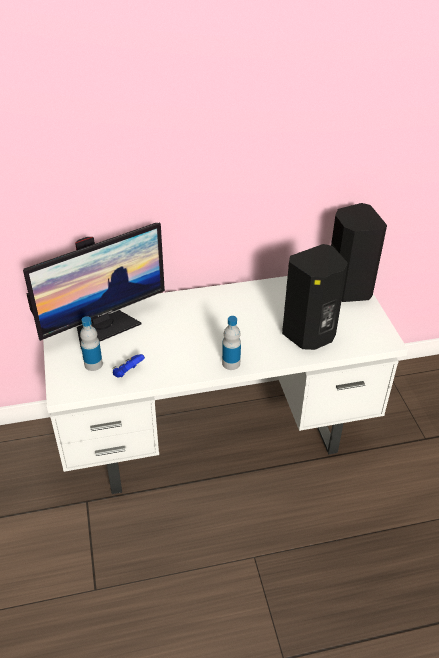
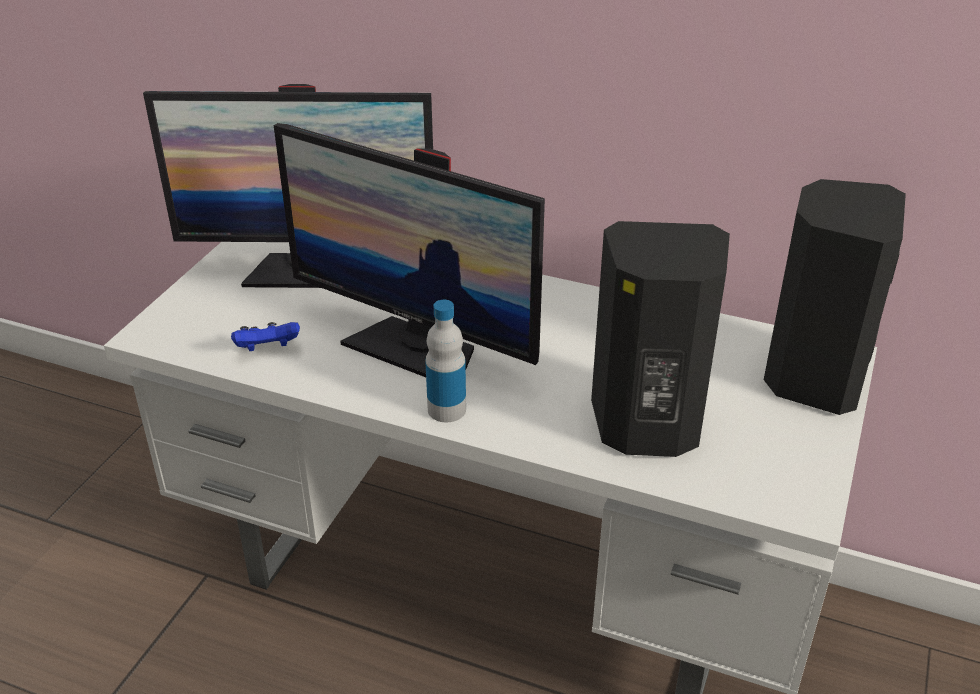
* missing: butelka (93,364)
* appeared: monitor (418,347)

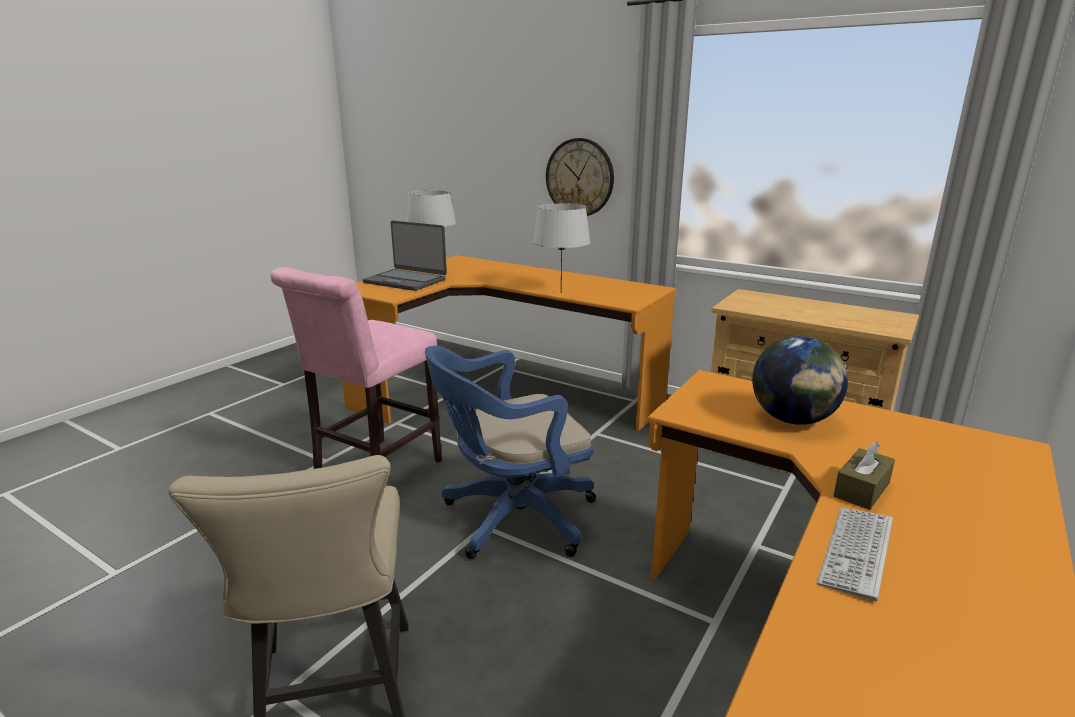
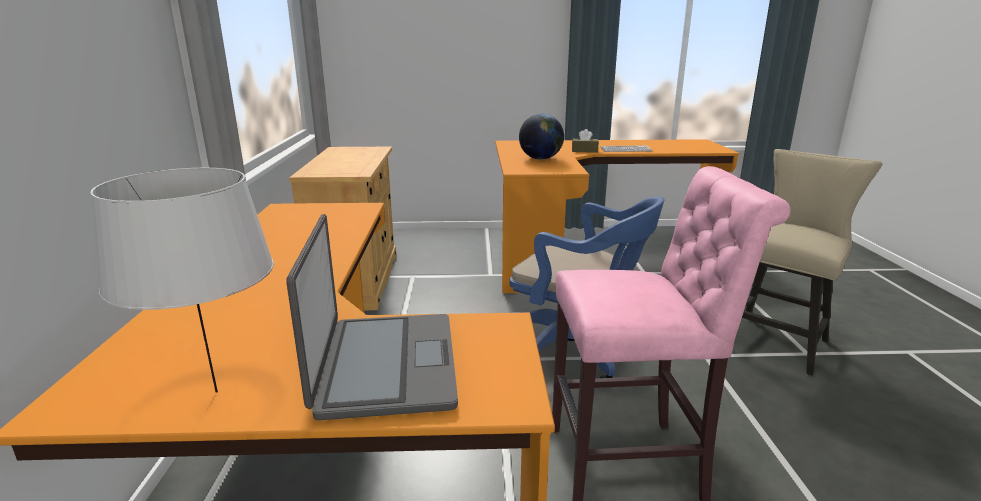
* missing: zegar ścienny (580,178)
* missing: lampa stołowa [szary] (561,292)

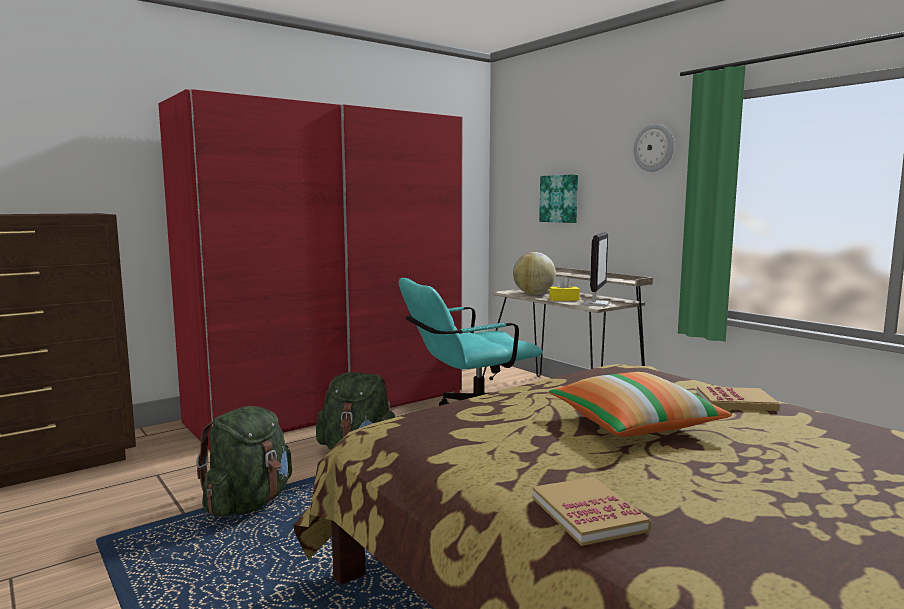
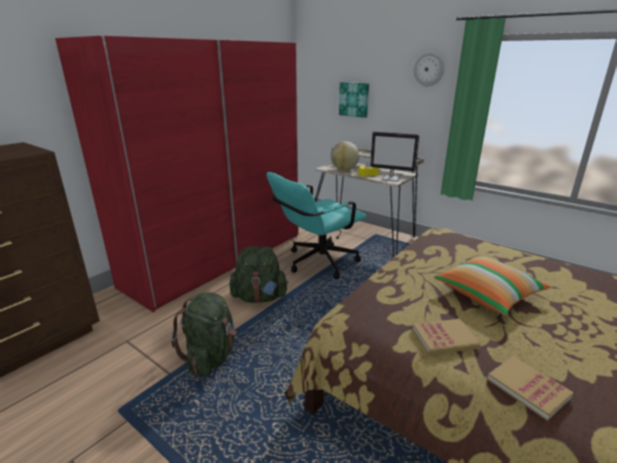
* spun: monitor (595,304) = (391,179) 105 degrees clockwise
* relocated: książka (735,402) to (444,338)

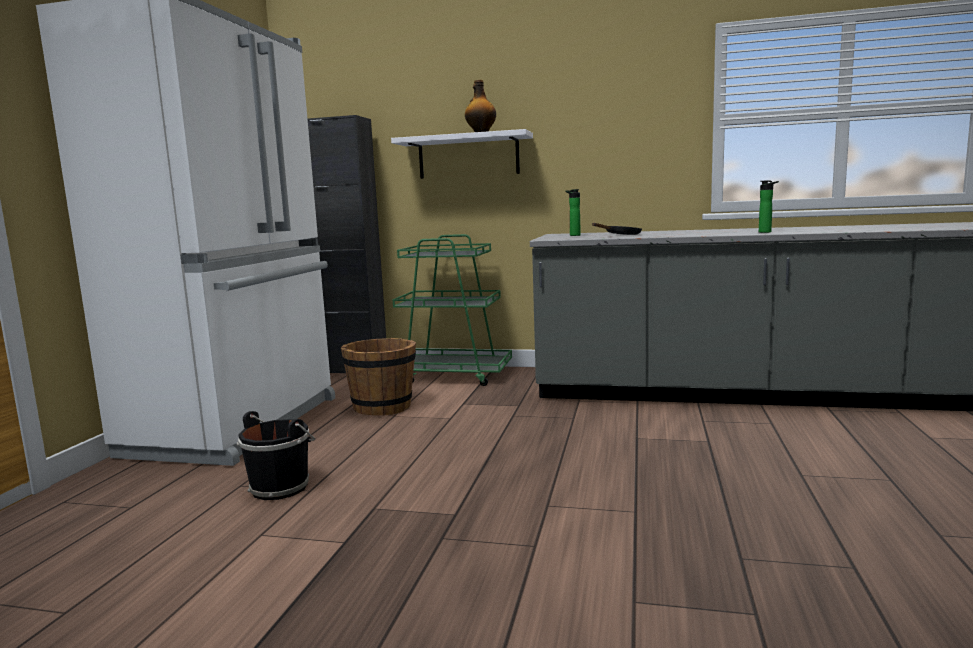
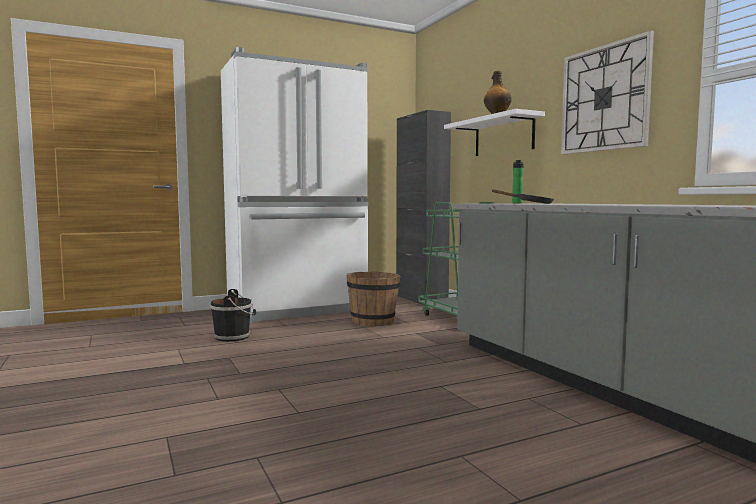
* missing: butelka (767,232)
* appeared: zegar ścienny (604,98)

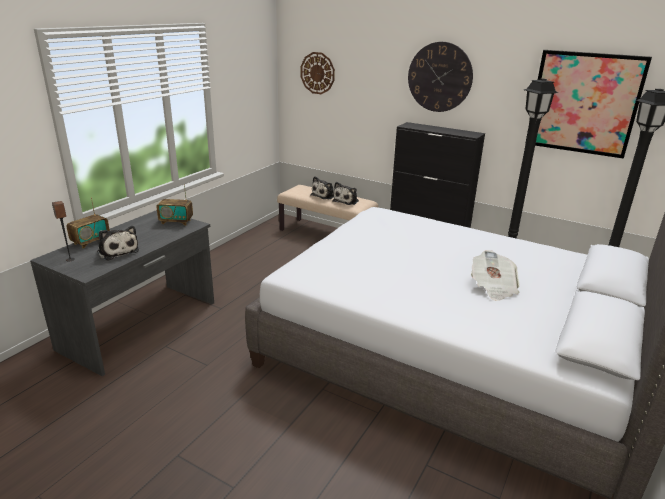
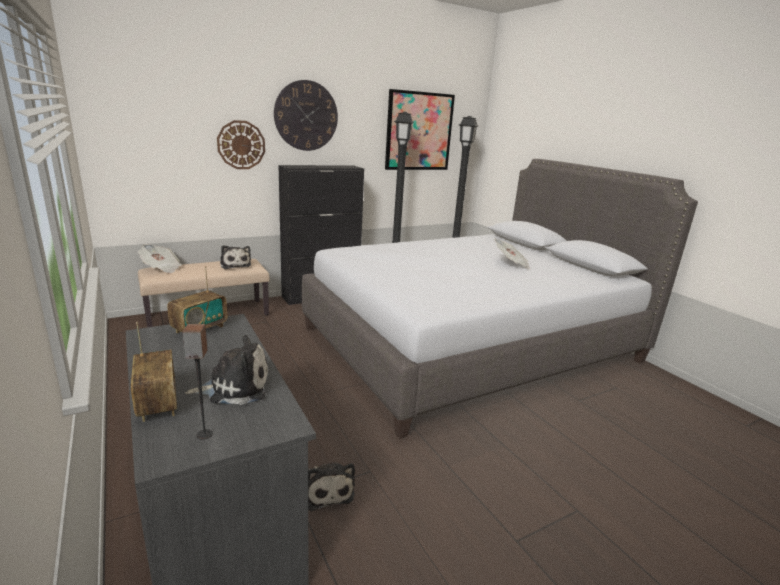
* relocated: zegar ścienny (317,73) to (241,145)
* relocated: pluszak (324,195) to (327,490)
* appeared: gazeta (161,268)

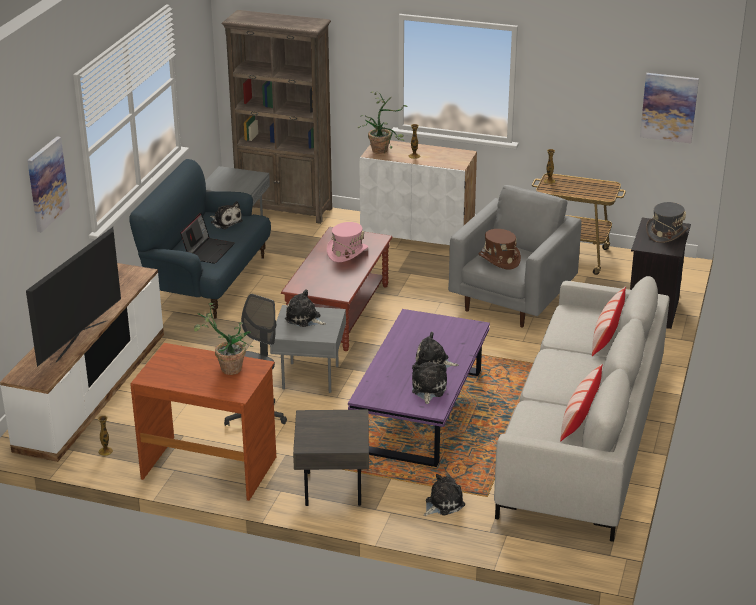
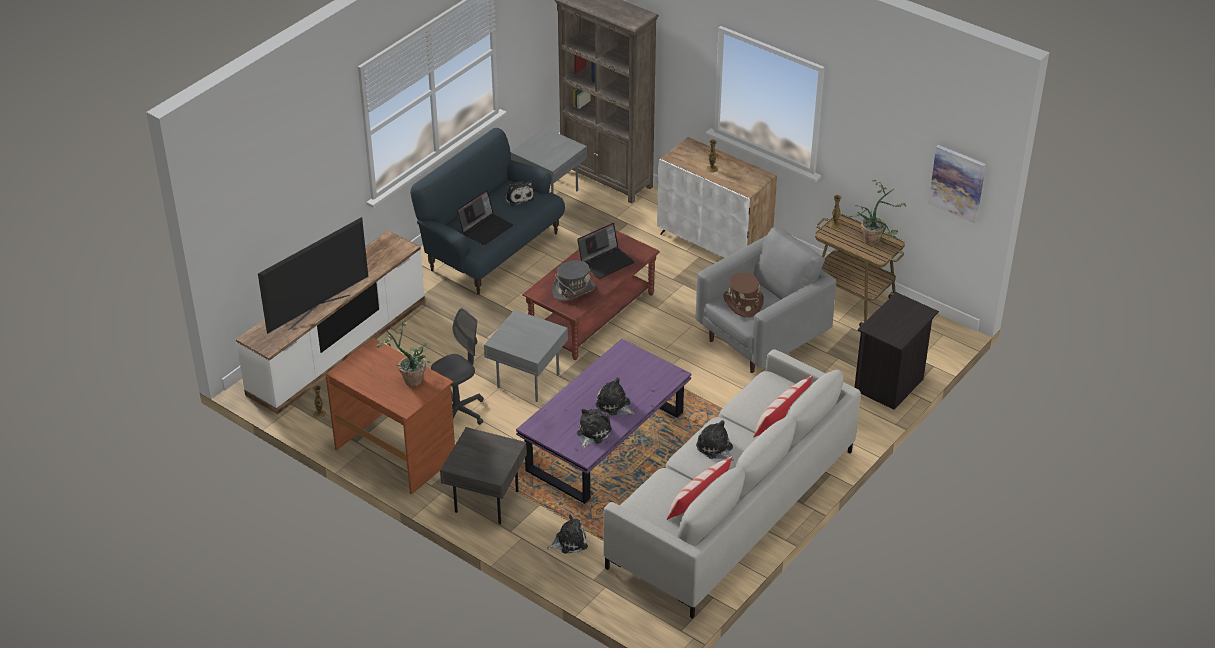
* relocated: roślina doniczkowa (383,149) to (876,239)
* missing: obraz (47,184)
* relocated: kapelusz [szary] (666,233) to (573,289)
* exchanged: kapelusz [różowy] (347,252) to laptop (606,261)
* relocated: pluszak (304,319) to (715,448)

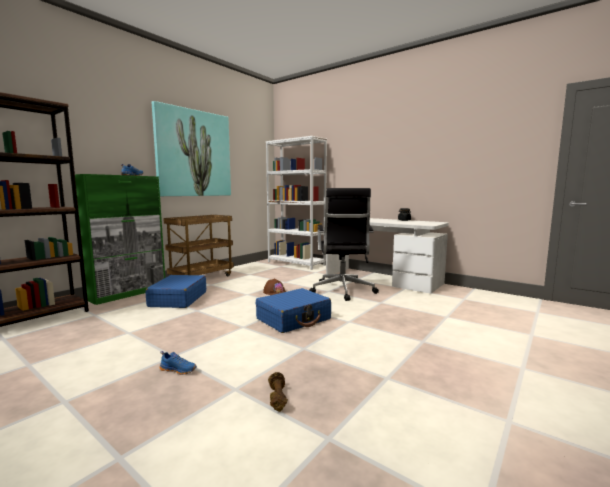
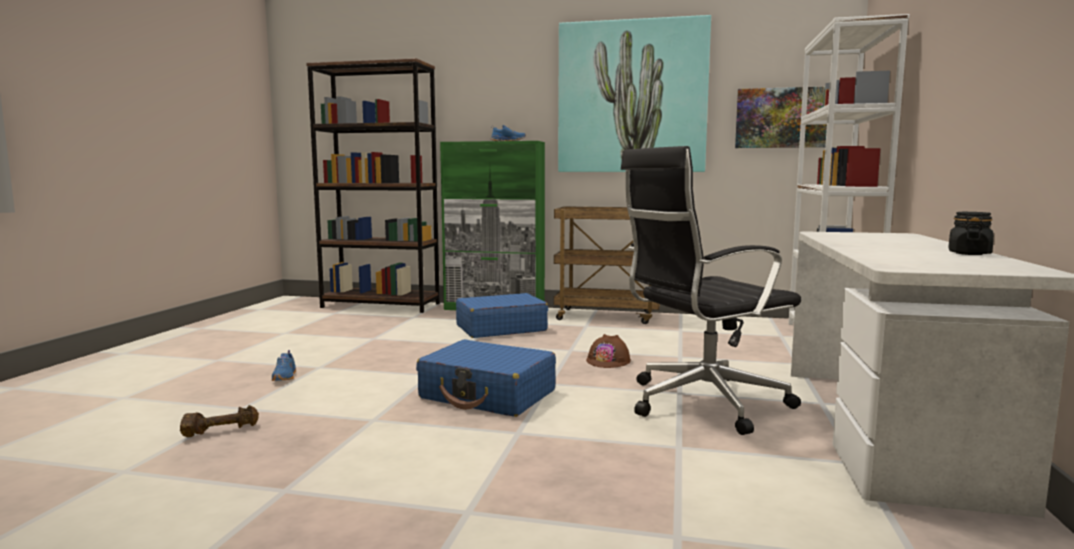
* appeared: obraz (781,118)

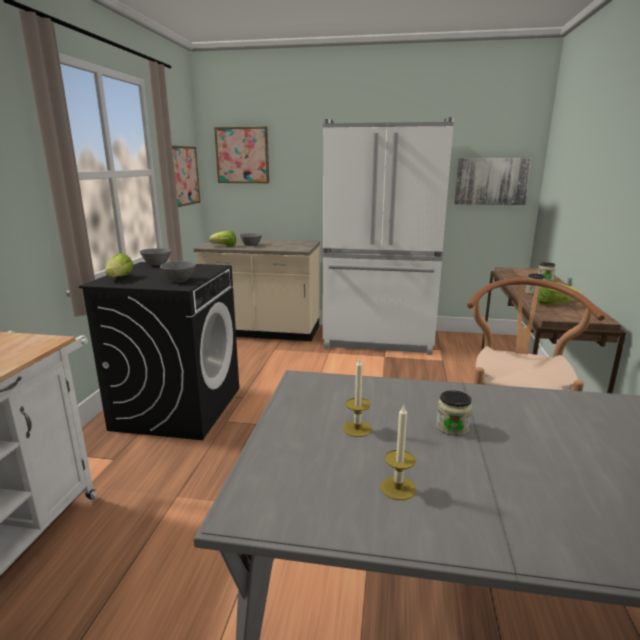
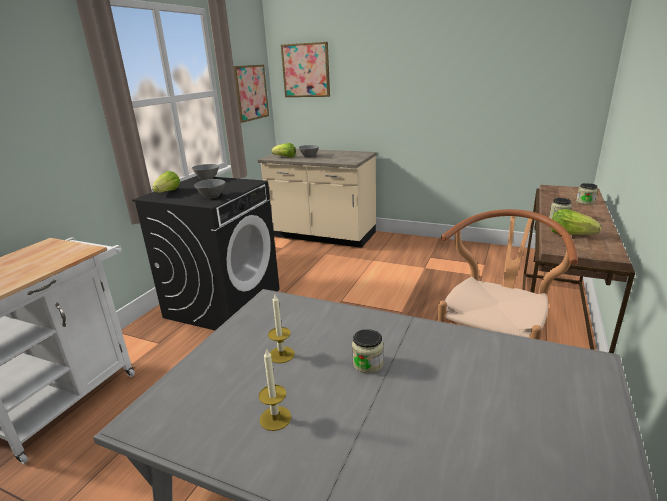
* missing: lodówka [biały] (379,340)
* missing: obraz (491,181)

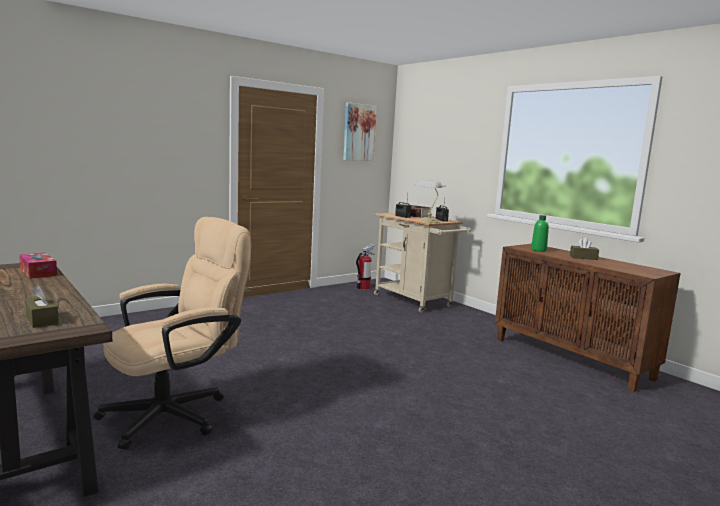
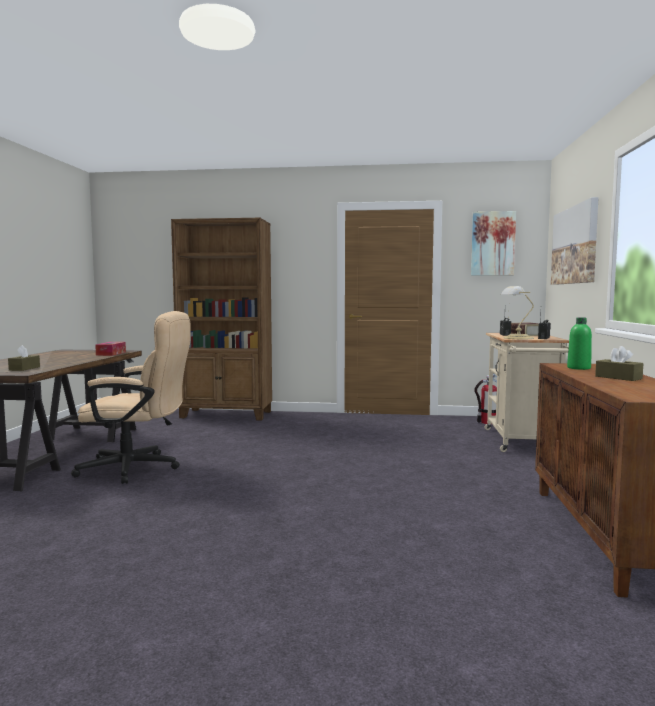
* appeared: obraz (575,245)
* appeared: regał [brązowy] (226,415)

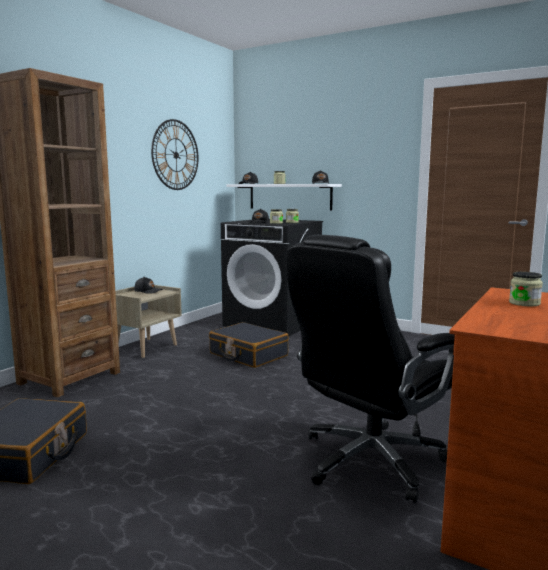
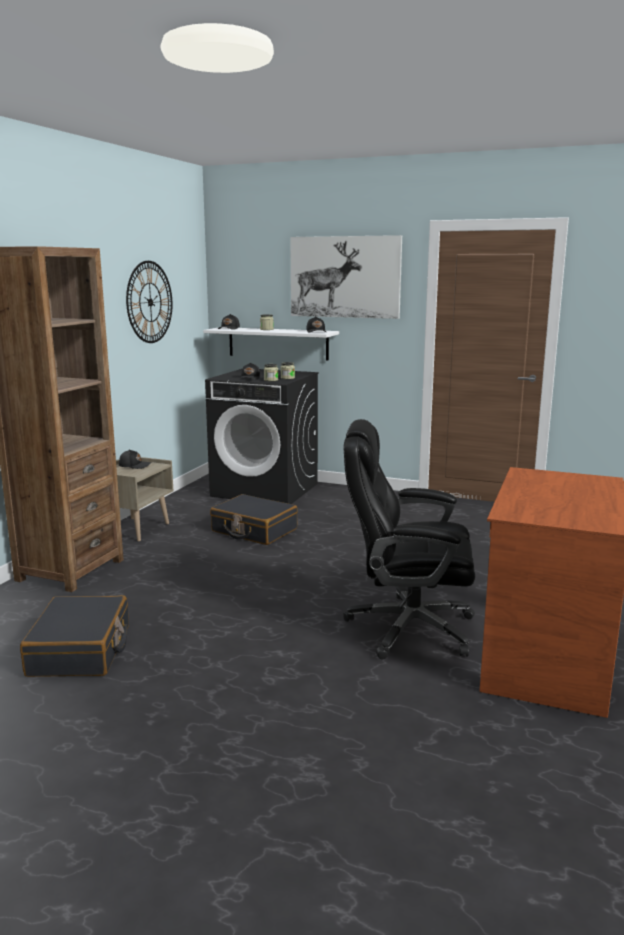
* spun: krzesło biurowe [czarny] (369,461) = (407,628) 60 degrees clockwise
* missing: słoik (524,303)
* appeared: obraz (345,277)

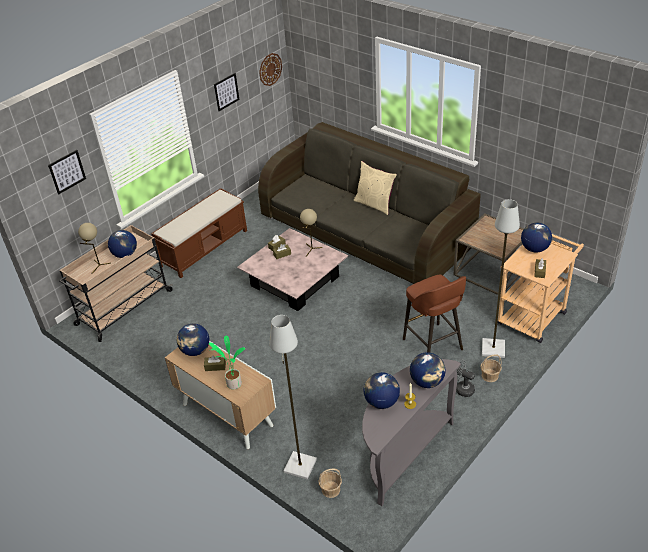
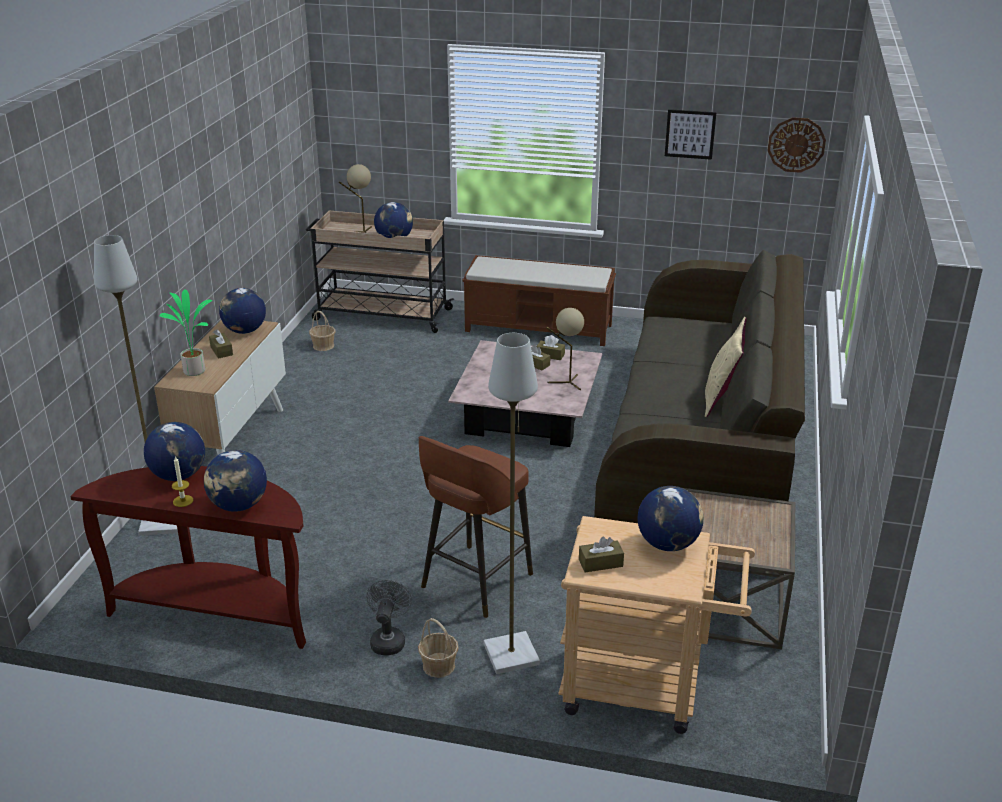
* missing: obraz (67,171)
* colour: stolik konsolowy [szary] (404,454) to stolik konsolowy [brązowy] (217,612)
* relocated: koszyk (330,489) to (323,346)

